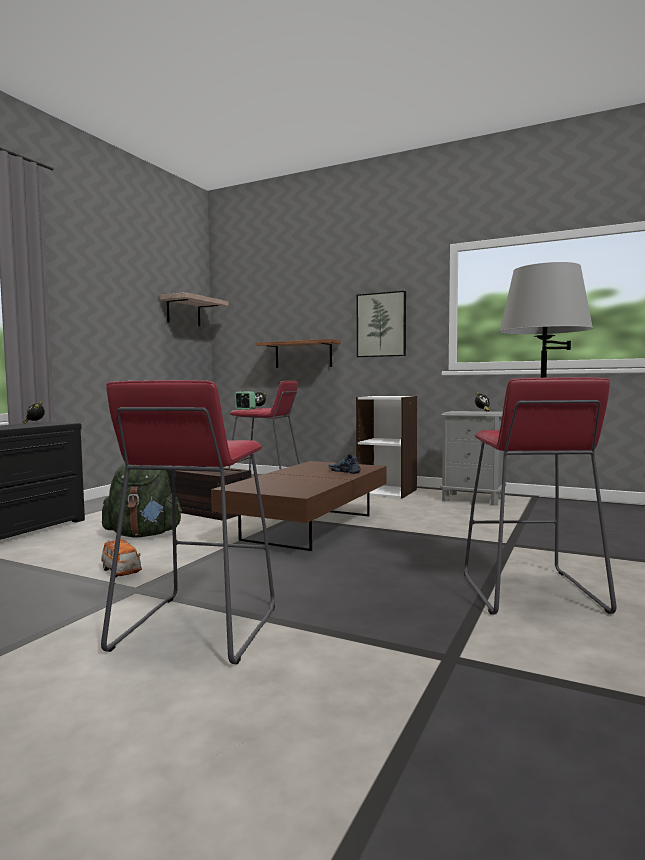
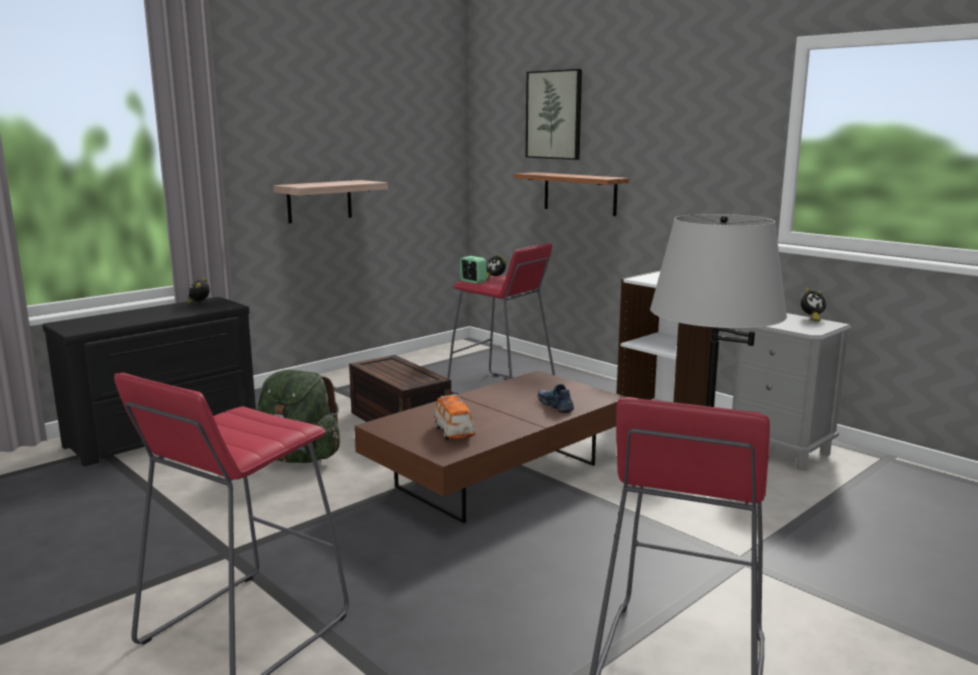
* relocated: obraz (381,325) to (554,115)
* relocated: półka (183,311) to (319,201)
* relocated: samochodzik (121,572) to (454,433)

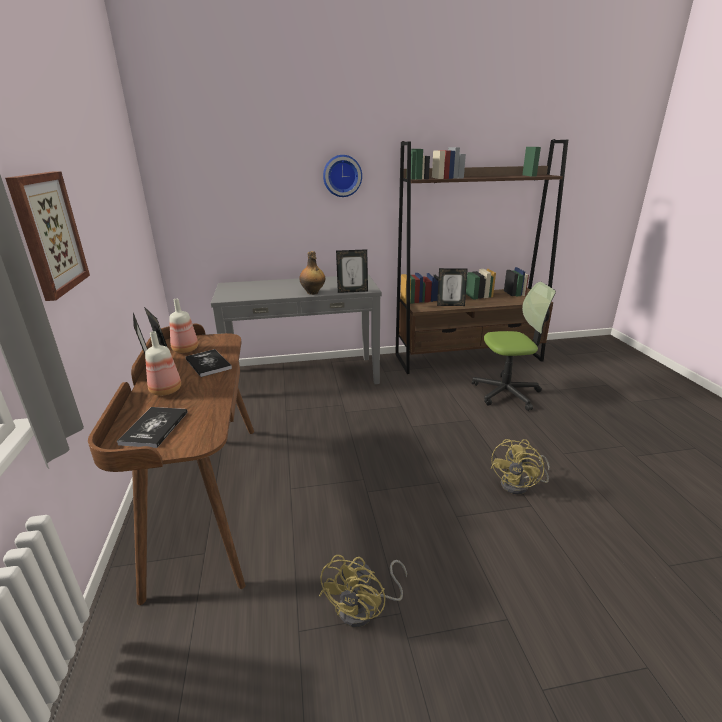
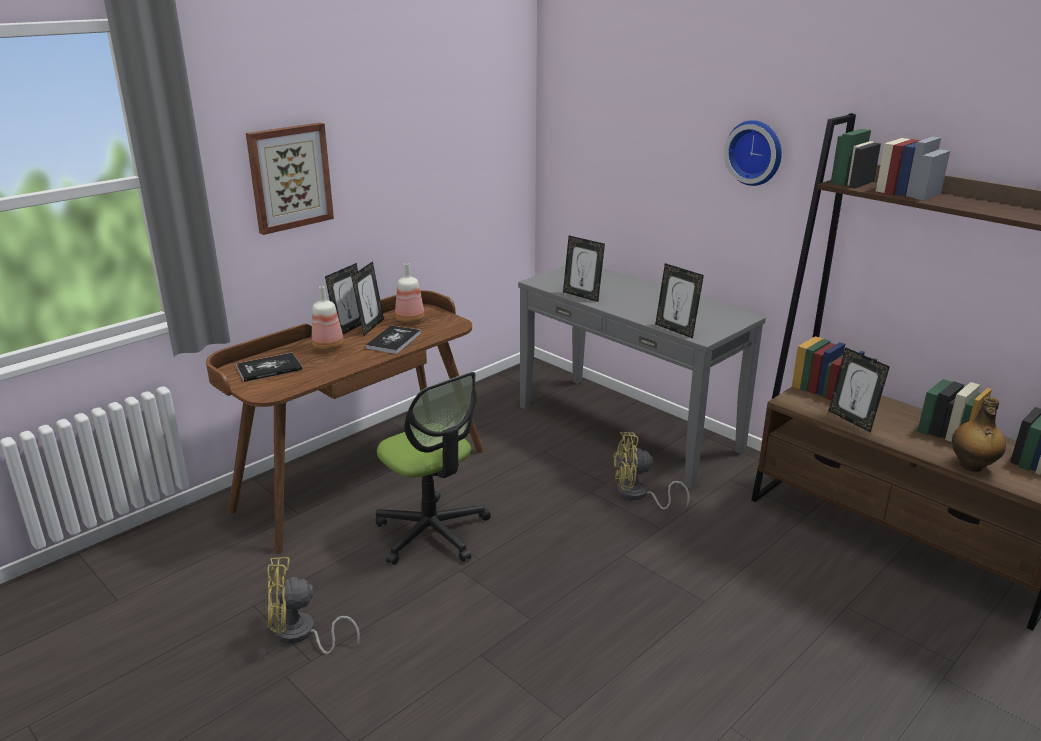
* relocated: butelka (313,293) to (971,466)
* relocated: krzesło biurowe (506,393) to (432,532)
* relocated: wentylator [żółty] (520,485) to (638,495)
* appeared: ramka na zdjęcie (582,296)

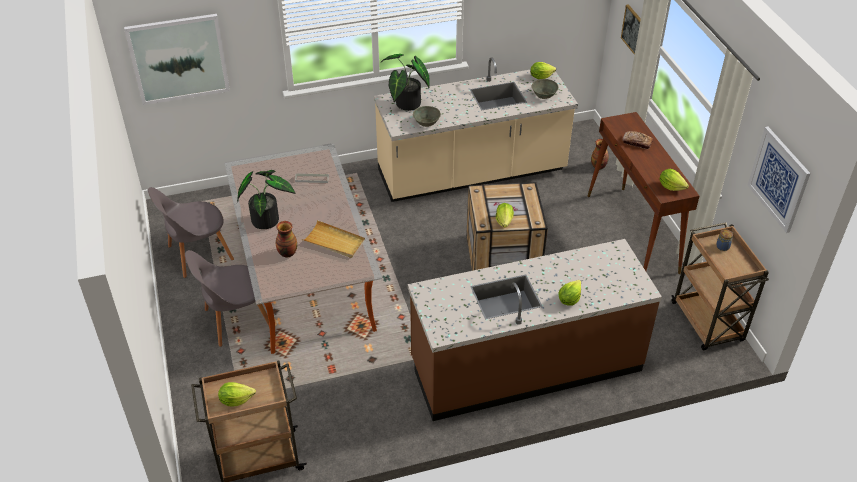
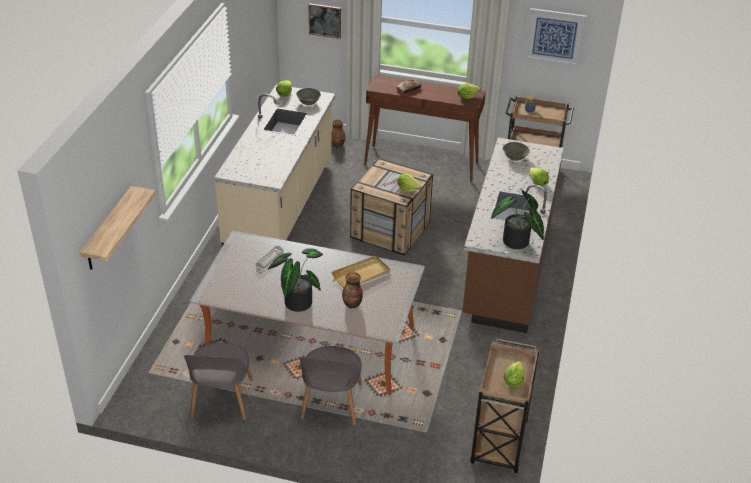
* exchanged: obraz (178,59) to półka (108,230)
* relocated: roślina doniczkowa (405,105) to (516,243)
* relocated: miska [szary] (427,123) to (515,157)

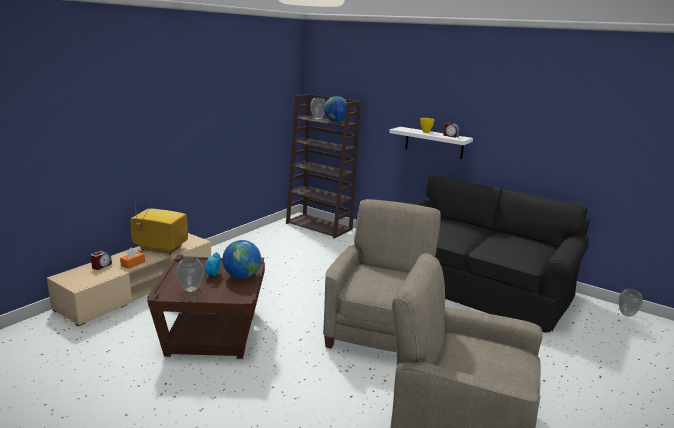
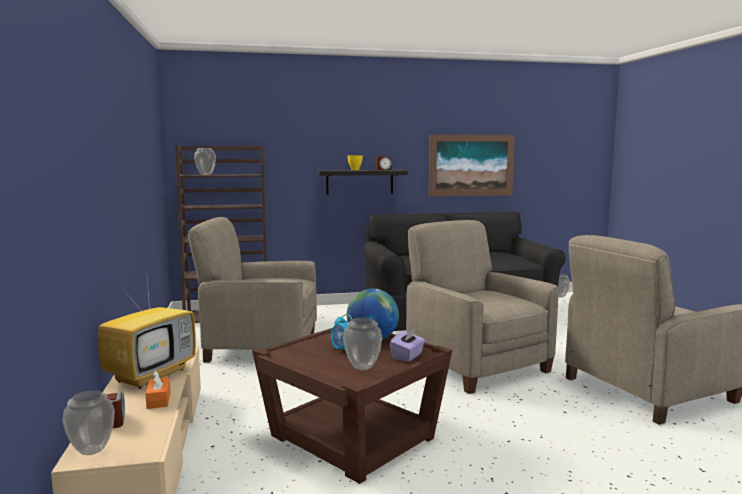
* missing: globus (335,122)
* colour: półka [biały] (434,142) to półka [czarny] (359,182)
* spun: telewizor (159,249) = (151,375) 150 degrees clockwise
* appeared: obraz (471,165)
* appeared: fotel [beżowy] (260,346)
* appeared: pudełko chusteczek [fioletowy] (407,356)
* appeared: wazon (92,450)

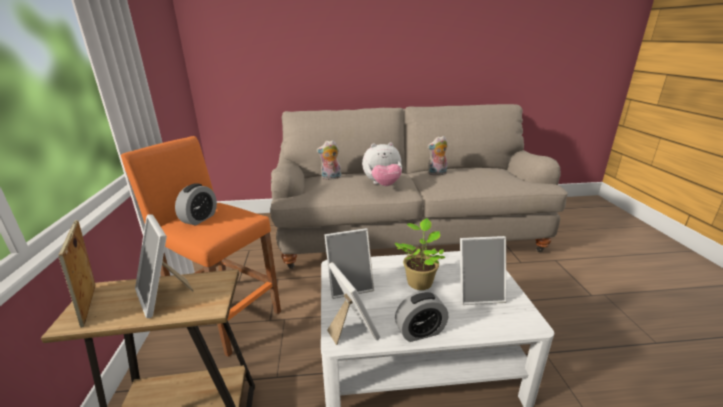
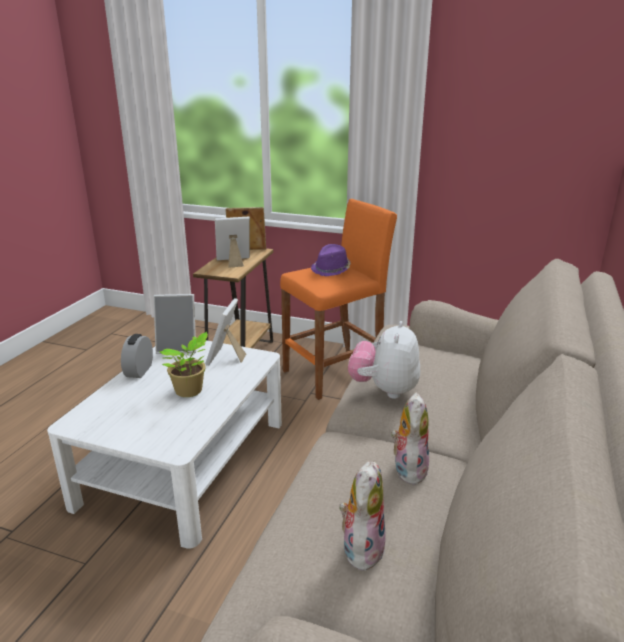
* relocated: pluszak (330,178) to (361,547)
* exchanged: budzik (199,219) to kapelusz [fioletowy] (331,270)
* missing: ramka na zdjęcie (478,294)

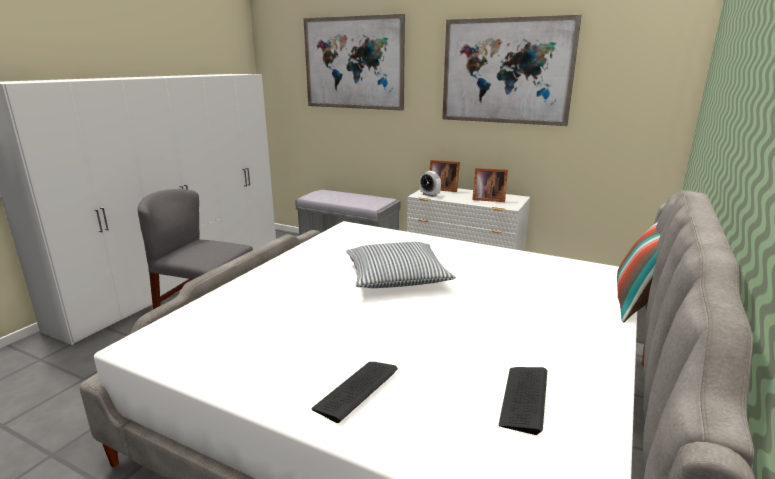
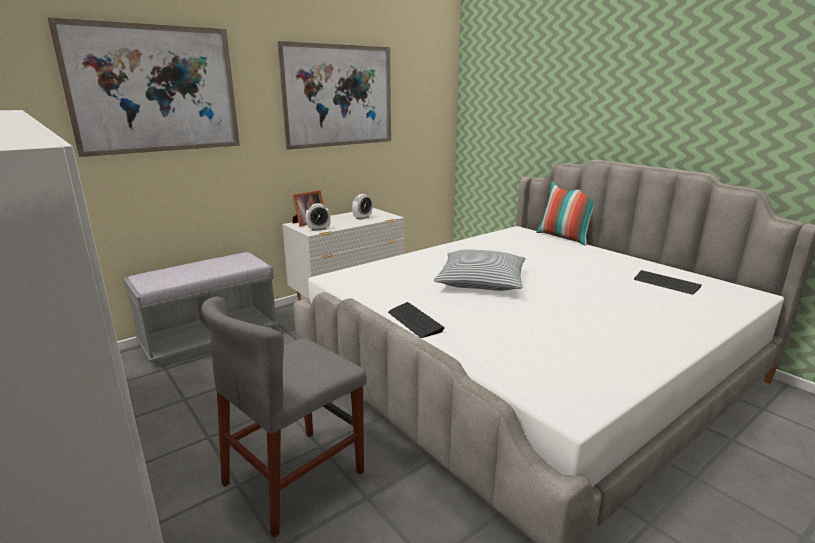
* exchanged: ramka na zdjęcie (487,199) to budzik (362,218)
* relocated: klawiatura (356,390) to (414,321)

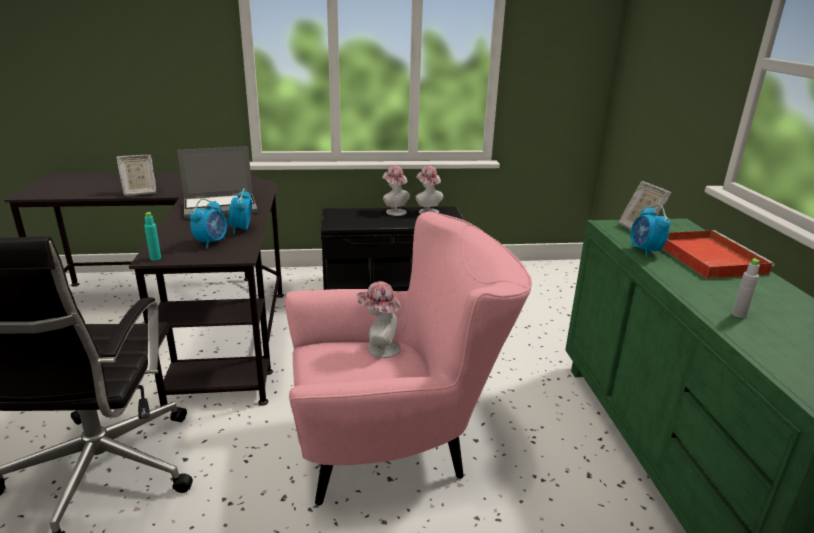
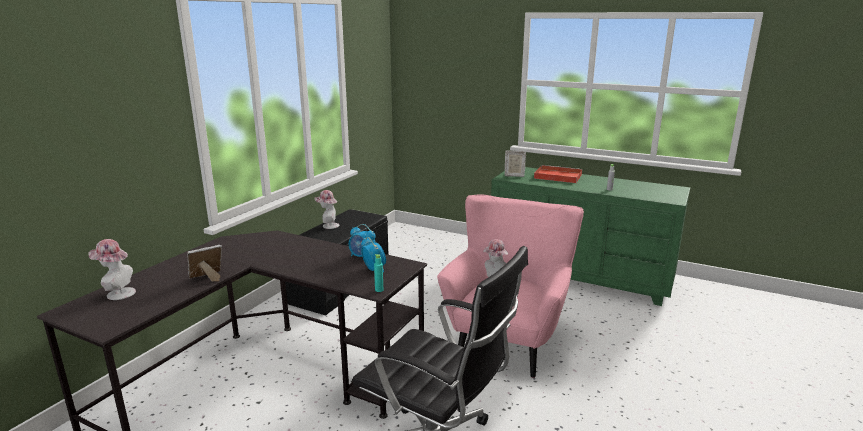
* missing: laptop (221,207)
* spun: ramka na zdjęcie (139,192) = (207,278) 135 degrees counterclockwise
* relocated: kapelusz (427,211) to (117,293)
* missing: budzik (645,251)

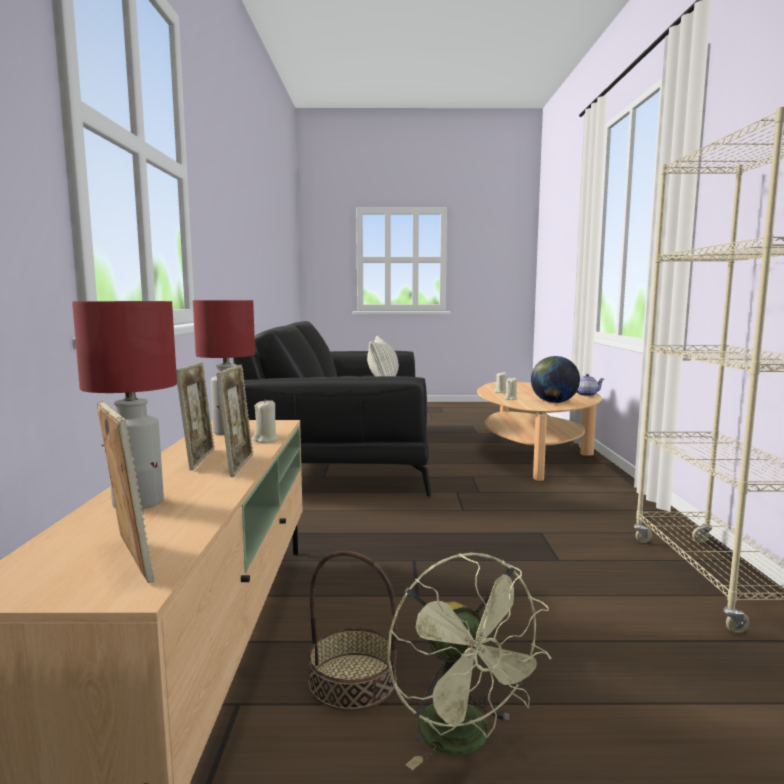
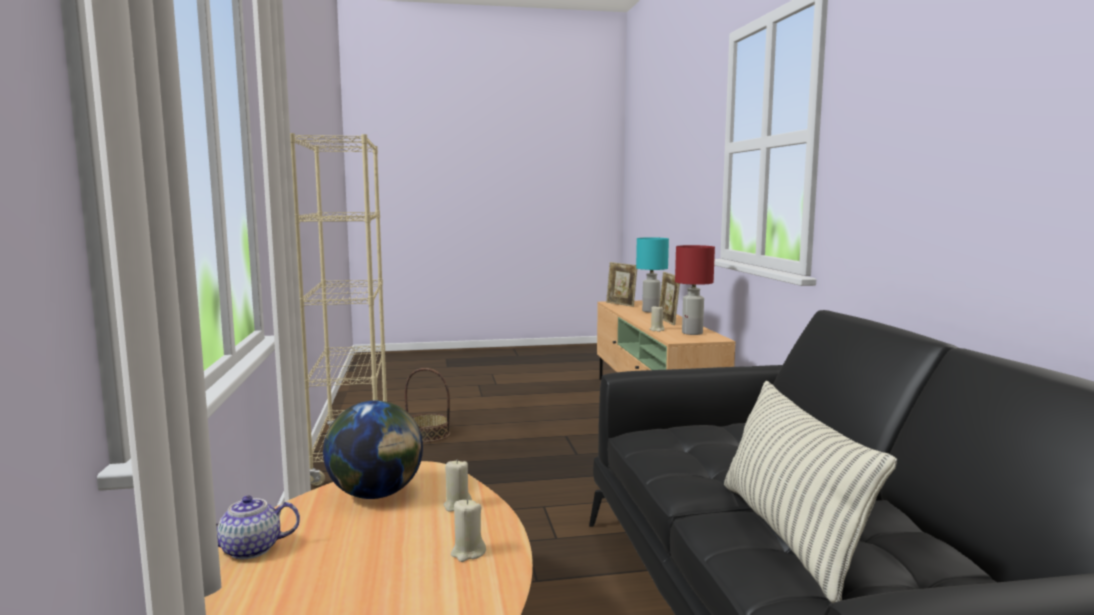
* colour: lampa stołowa [czerwony] (140,503) to lampa stołowa [turkusowy] (650,311)
* missing: ramka na zdjęcie (238,465)
* relocated: koszyk (352,680) to (428,434)
* missing: wentylator [zielony] (465,740)

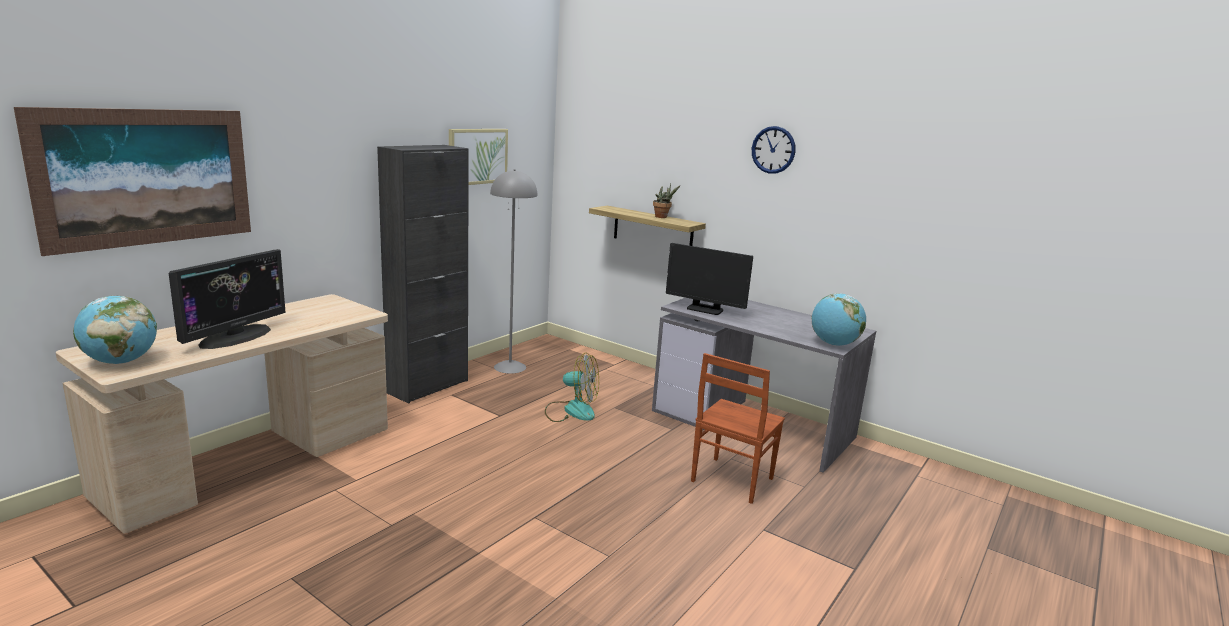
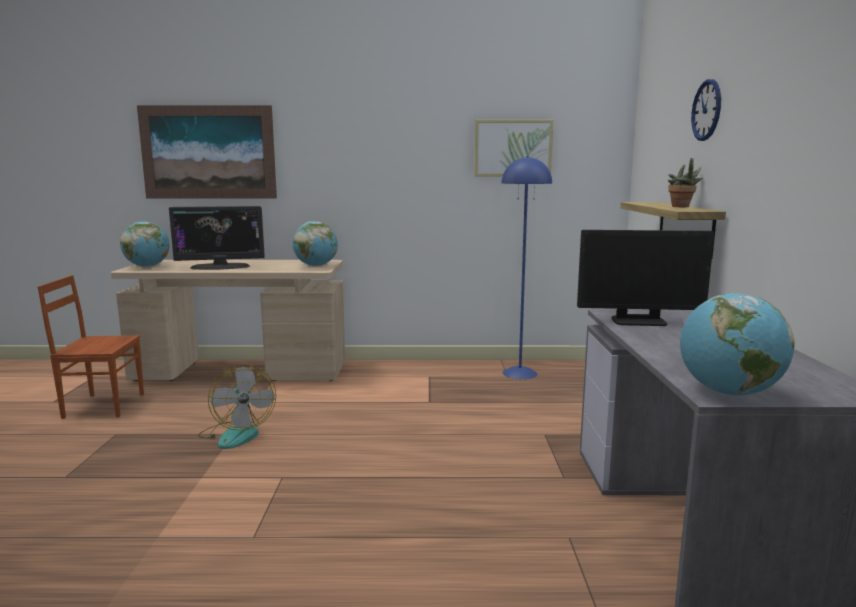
* relocated: zegar ścienny (773,150) to (706,110)
* missing: szafka [czarny] (428,387)
* colour: lampa stojąca [szary] (510,367) to lampa stojąca [niebieski] (519,373)
* spun: monitor (705,309) = (638,321) 75 degrees counterclockwise
* relocated: wentylator (571,410) to (237,434)
* relocated: krzesło [brązowy] (730,480) to (103,405)
* appeared: globus (316,266)

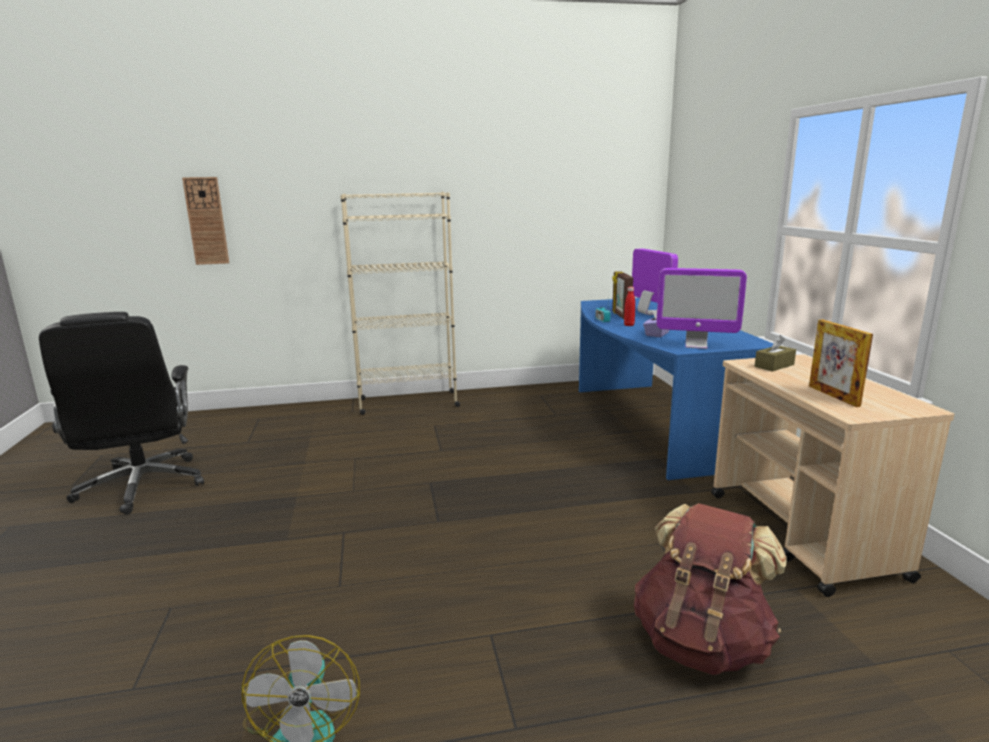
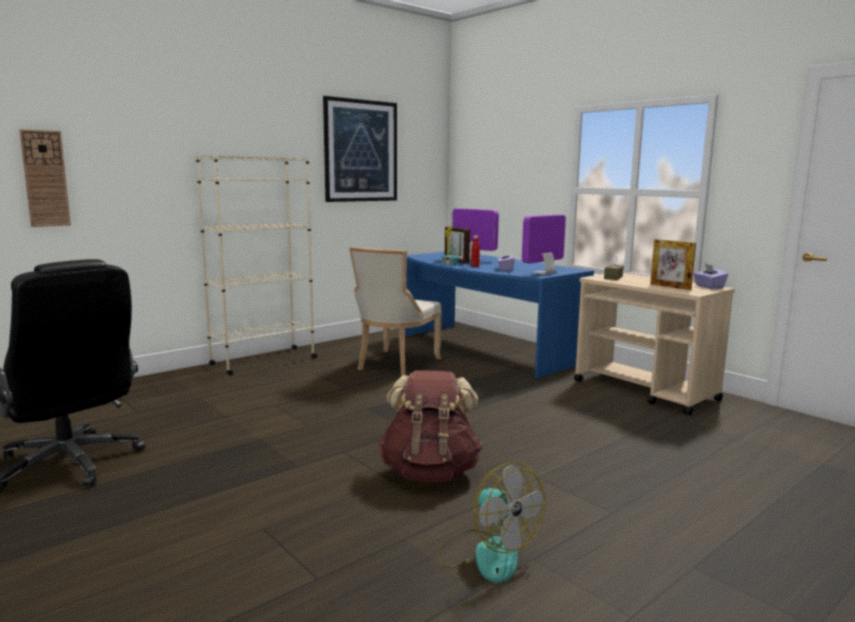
* spun: monitor (696,345) = (543,273) 150 degrees clockwise
* relocated: plecak [brązowy] (702,642) to (430,472)
* appeared: obraz (361,151)
* appeared: krzesło [beżowy] (395,365)
* appeared: pudełko chusteczek [fioletowy] (708,287)

